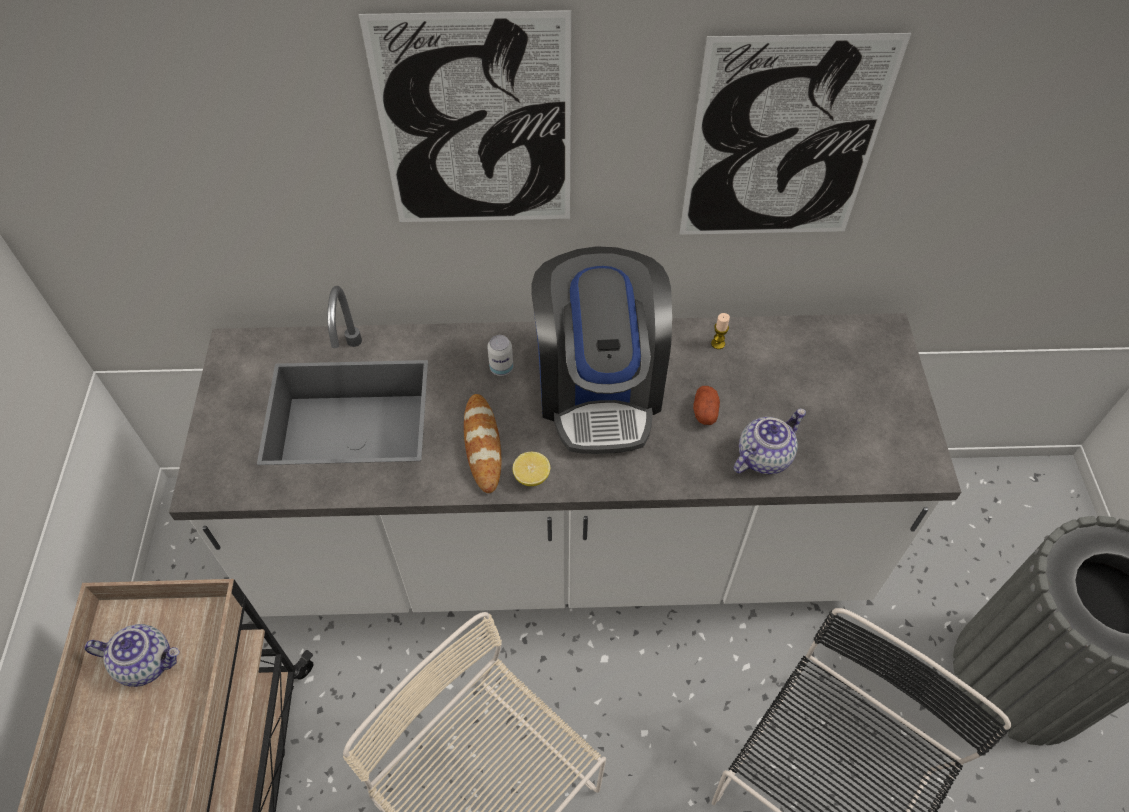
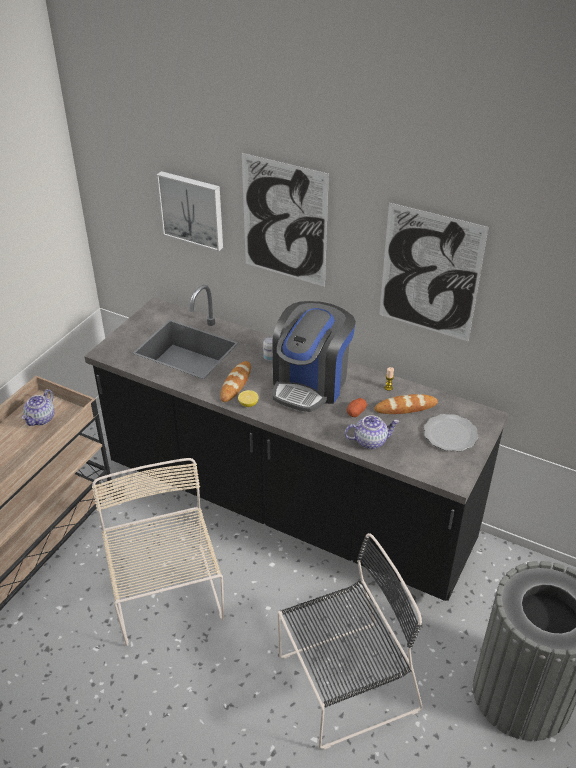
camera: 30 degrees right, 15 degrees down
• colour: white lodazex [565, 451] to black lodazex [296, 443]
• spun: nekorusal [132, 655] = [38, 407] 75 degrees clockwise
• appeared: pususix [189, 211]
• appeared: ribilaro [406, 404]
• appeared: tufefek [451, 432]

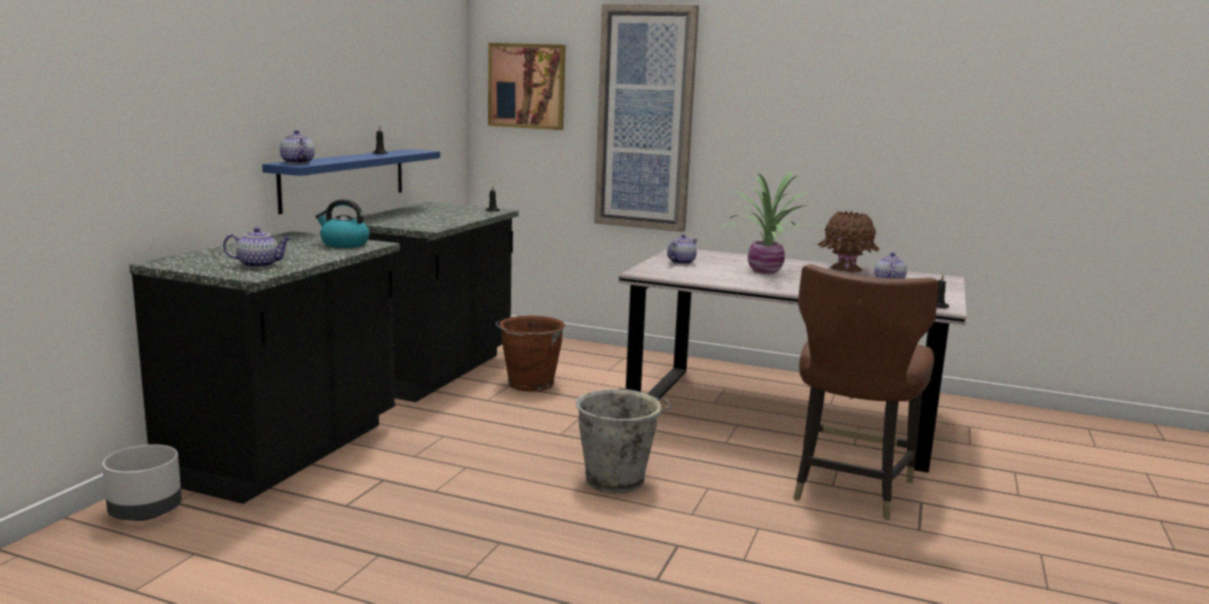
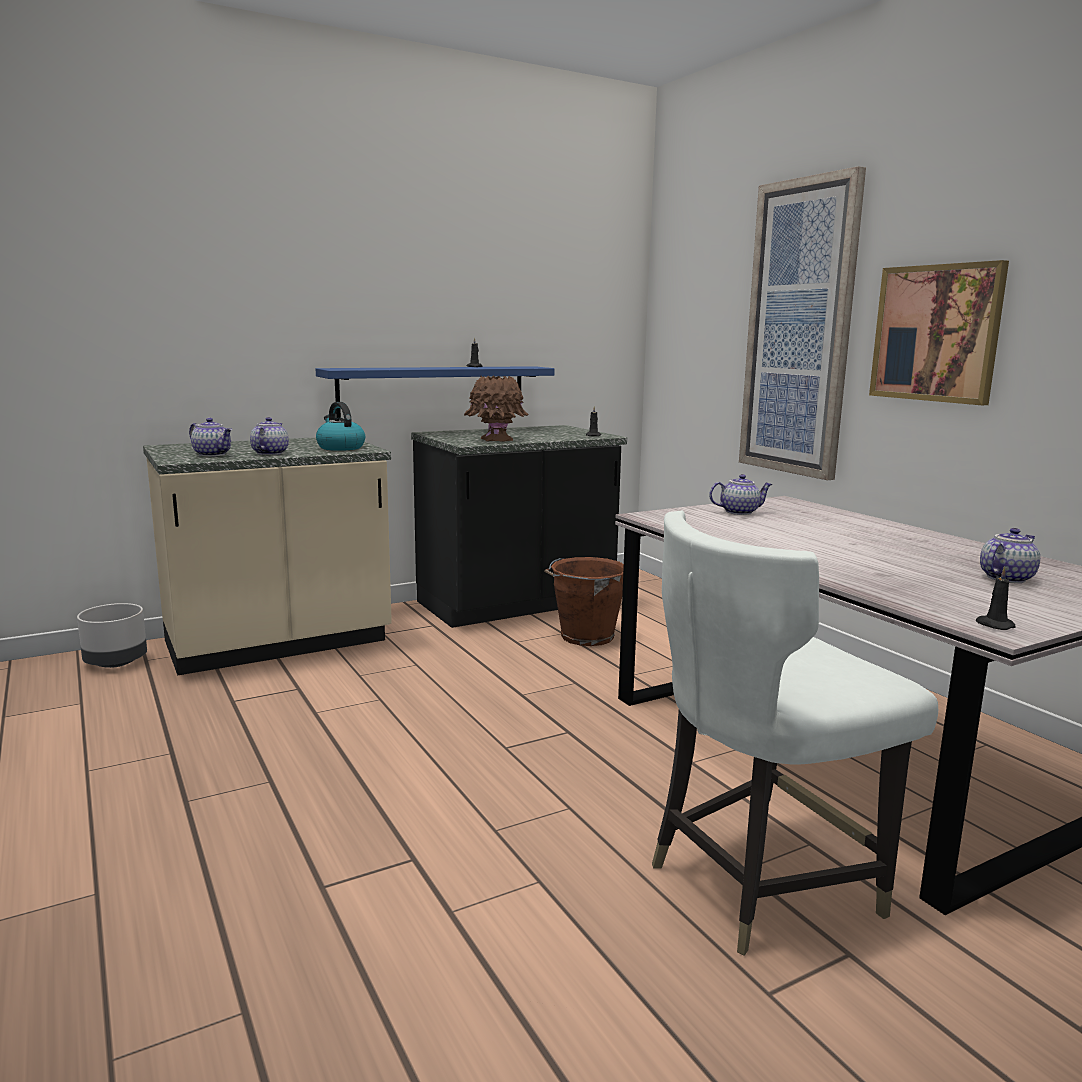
camera: 40 degrees right, 0 degrees up
• relocated: pususix [527, 86] to [939, 332]
• relocated: nekorusal [297, 147] to [269, 436]
• missing: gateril [776, 223]
• relocated: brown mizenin [849, 242] to [496, 408]
• colour: black lodazex [264, 367] to beige lodazex [267, 556]
• colour: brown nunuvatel [865, 392] to white nunuvatel [795, 733]
• missing: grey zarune [624, 440]

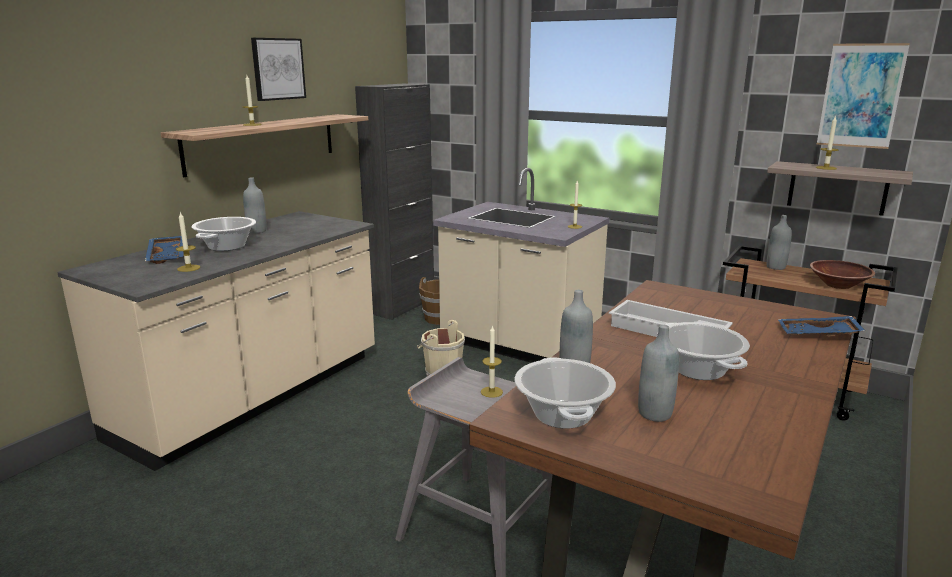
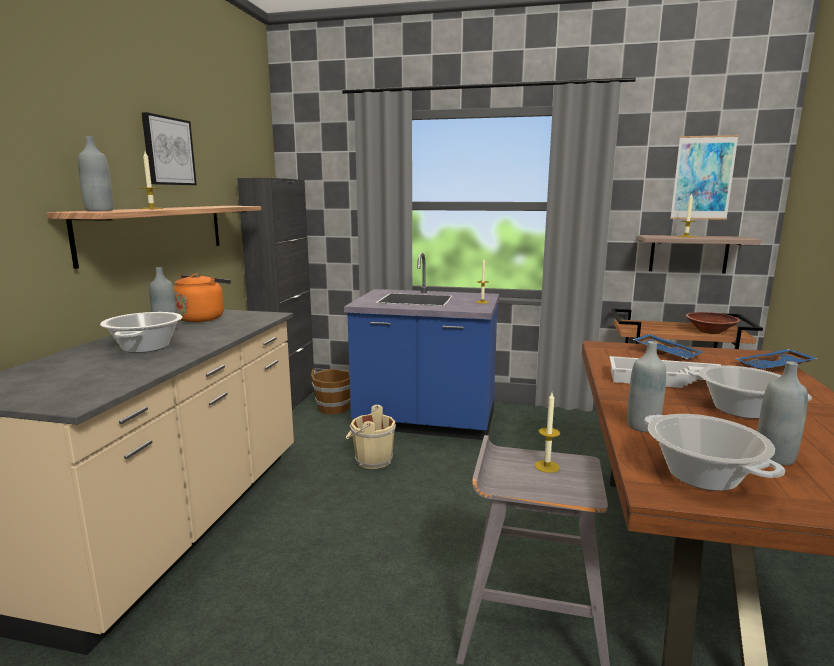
camera: 20 degrees left, 5 degrees down
• colour: beige lodazex [521, 265] to blue lodazex [421, 346]
• missing: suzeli [188, 242]
• relocated: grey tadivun [779, 242] to [95, 173]
• relocated: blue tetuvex [164, 250] to [667, 347]
• appeared: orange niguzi [202, 297]

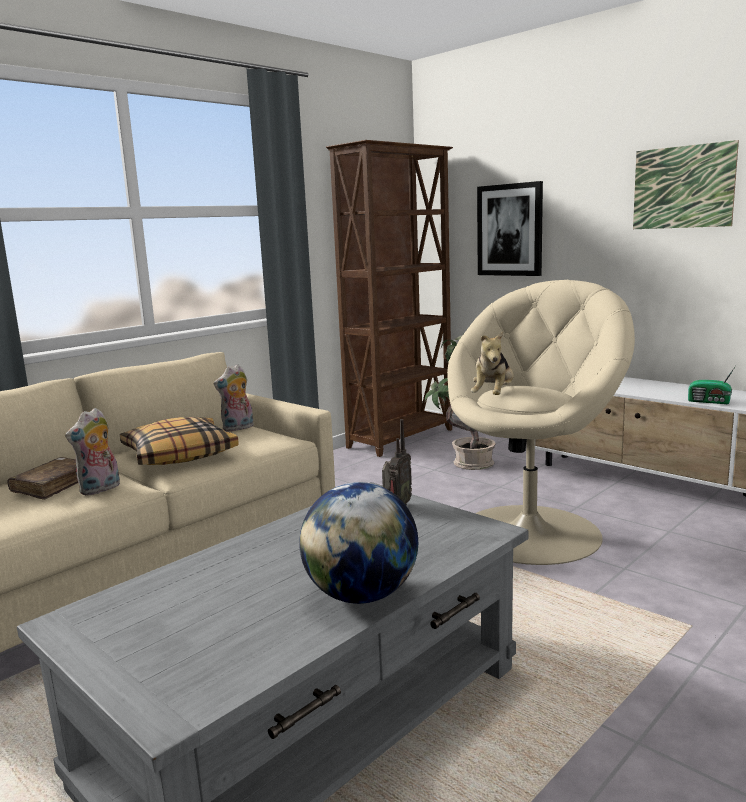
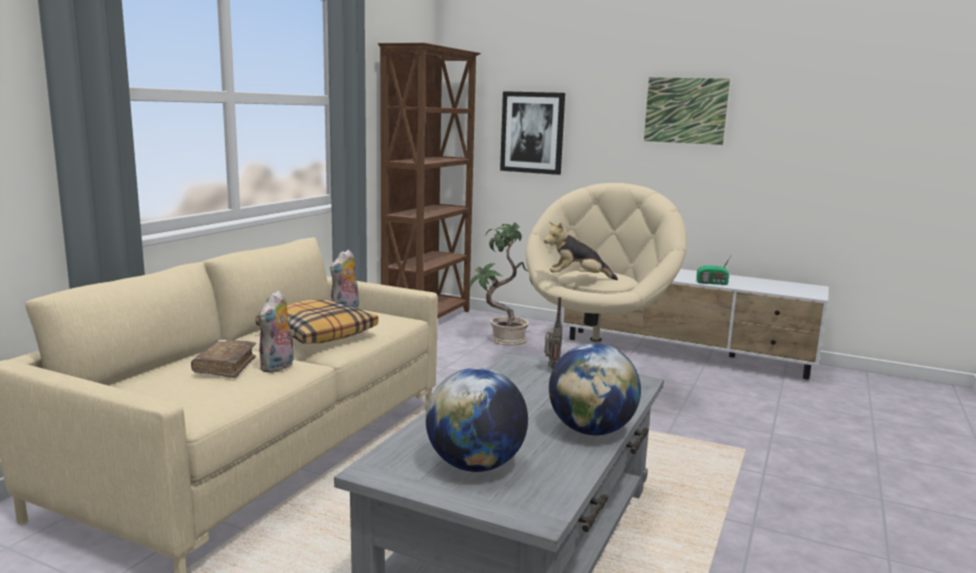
camera: 20 degrees left, 0 degrees up
• spun: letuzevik [492, 363] = [581, 251] 90 degrees clockwise
• appeared: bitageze [477, 420]

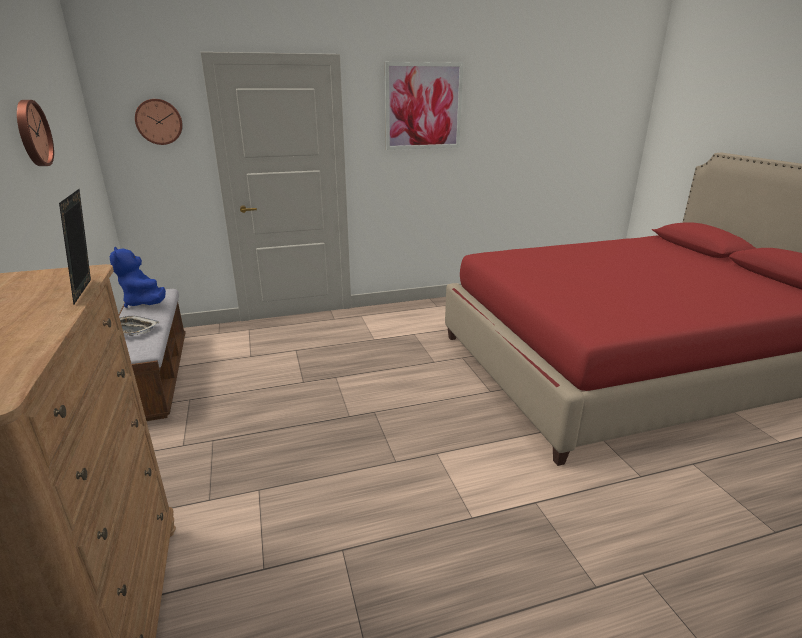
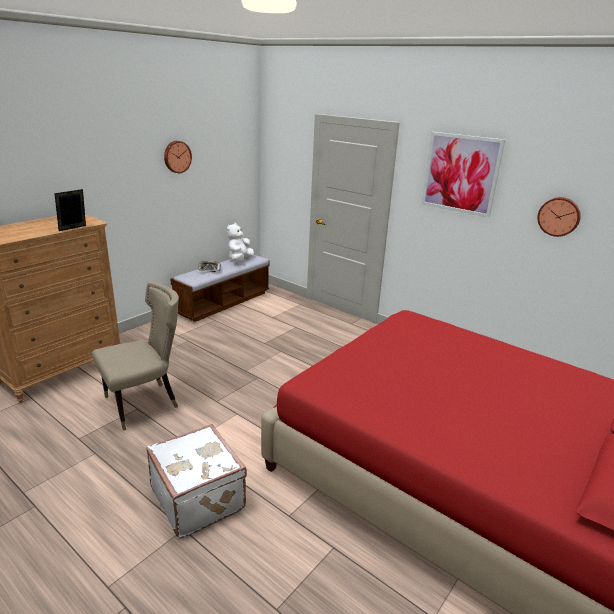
camera: 55 degrees right, 0 degrees up
• relocated: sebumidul [159, 122] to [559, 217]
• colour: blue letuzevik [138, 277] to white letuzevik [240, 242]
• appeared: beige nunuvatel [135, 356]
• appeared: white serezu [196, 481]

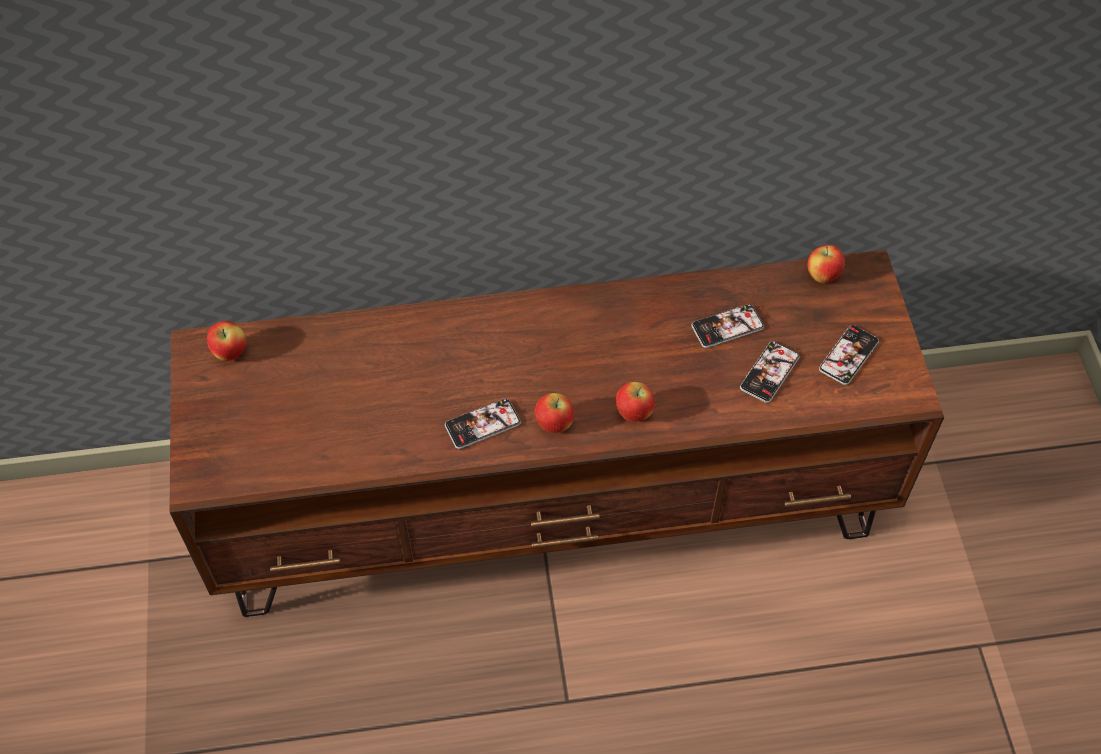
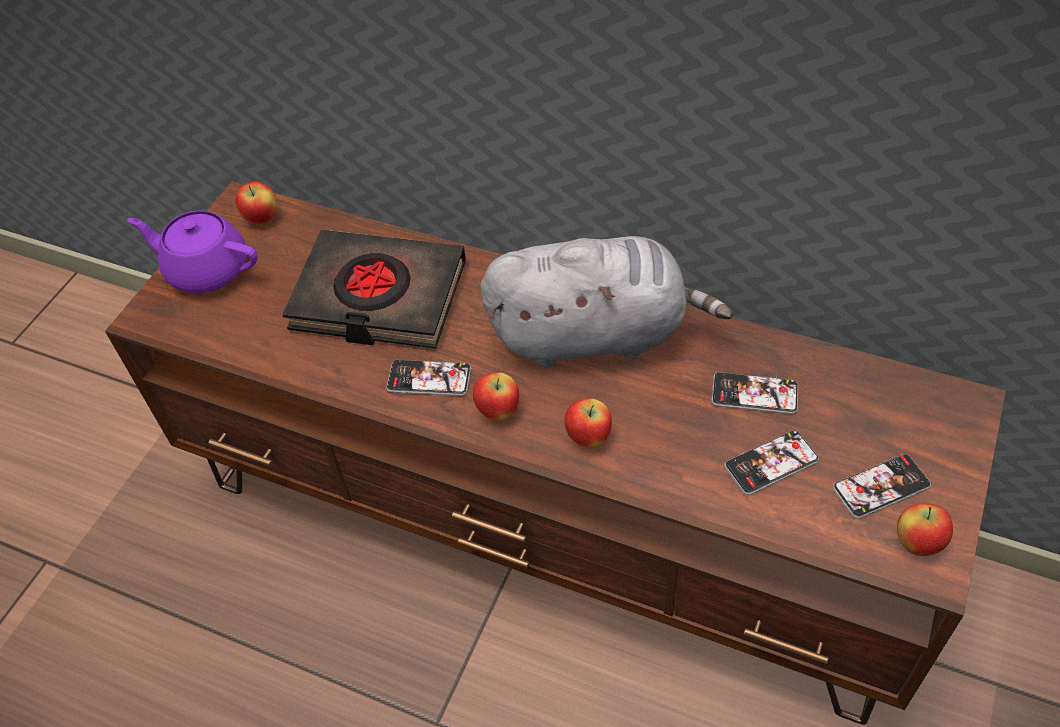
camera: 35 degrees right, 5 degrees down
• relocated: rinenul [826, 264] to [925, 529]
• appeared: purple nekorusal [192, 251]
• appeared: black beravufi [374, 289]
• appeared: grey letuzevik [607, 302]

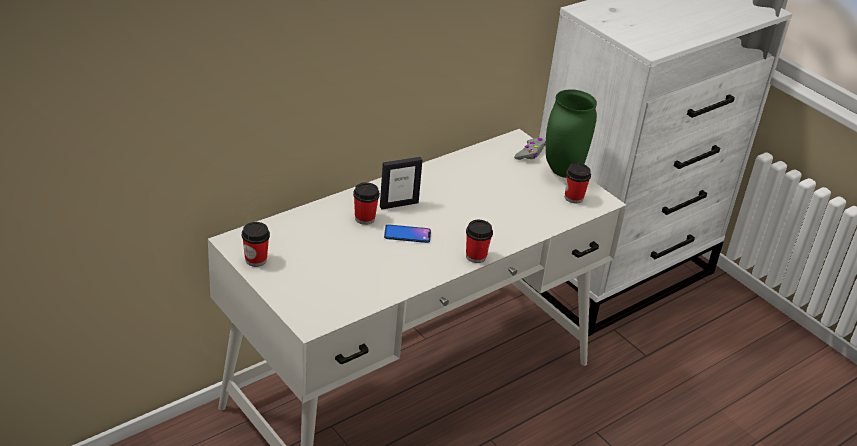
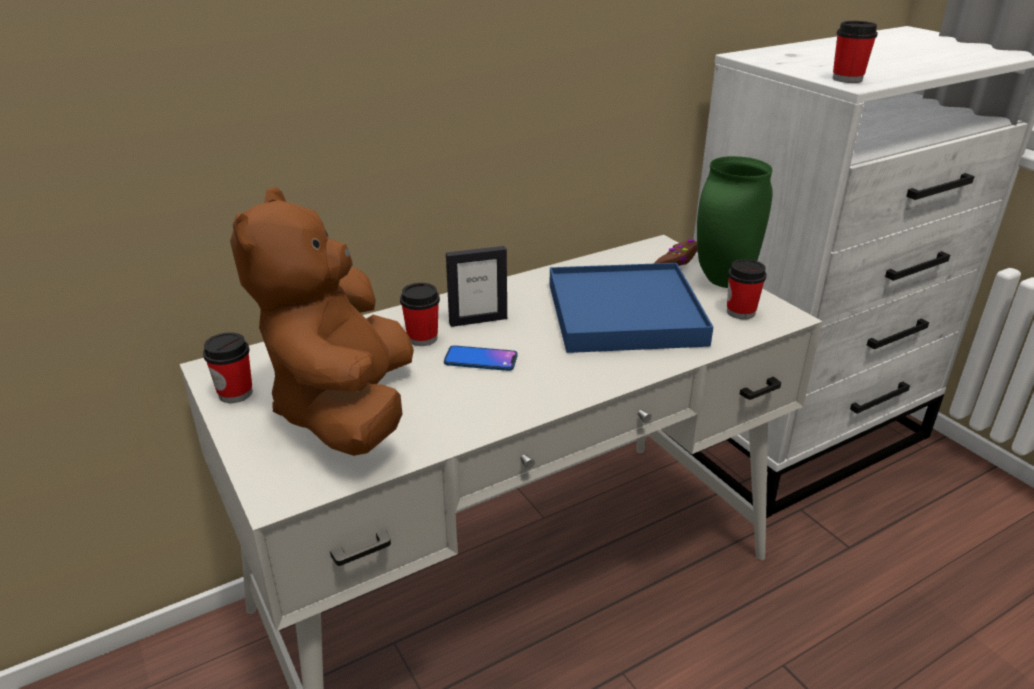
camera: 10 degrees right, 5 degrees down
• colour: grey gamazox [530, 149] to brown gamazox [676, 252]
• relocated: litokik [479, 241] to [855, 52]
• appeared: brown letuzevik [322, 321]
• appeared: blue tetuvex [631, 308]

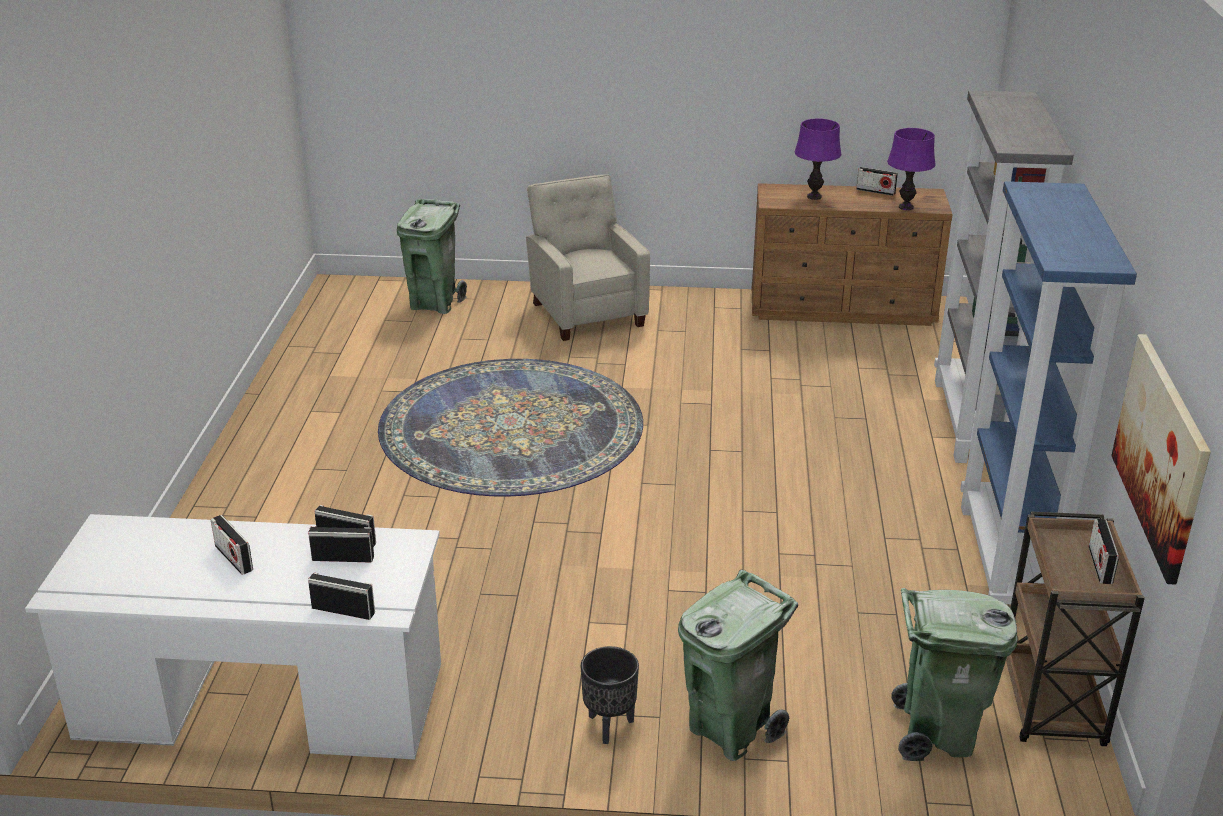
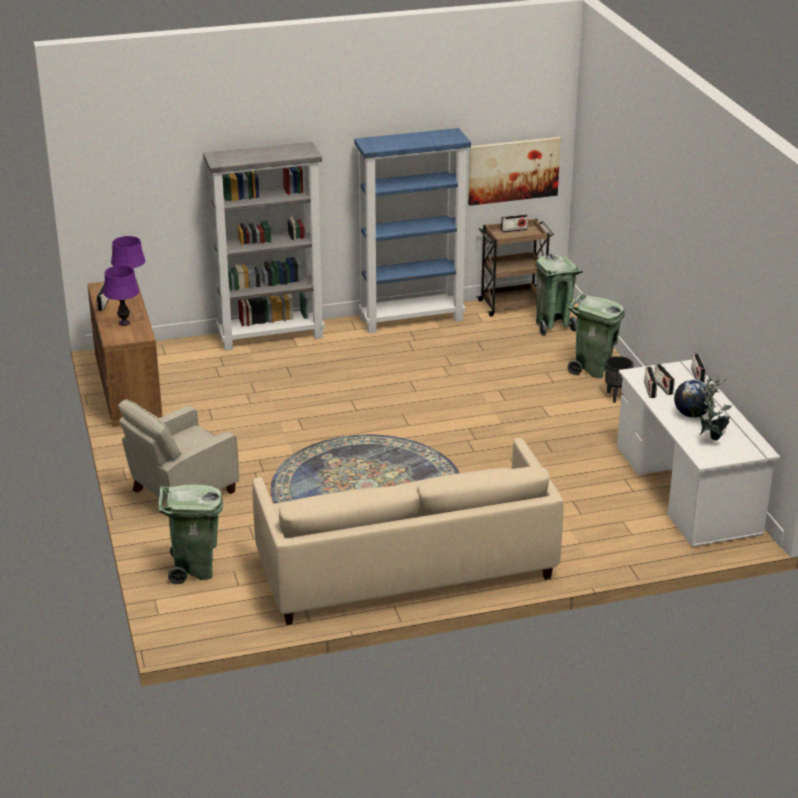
camera: 110 degrees left, 0 degrees up
• exchanged: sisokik [232, 545] to bitageze [693, 399]
• appeared: gateril [715, 407]
• appeared: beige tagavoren [408, 531]

